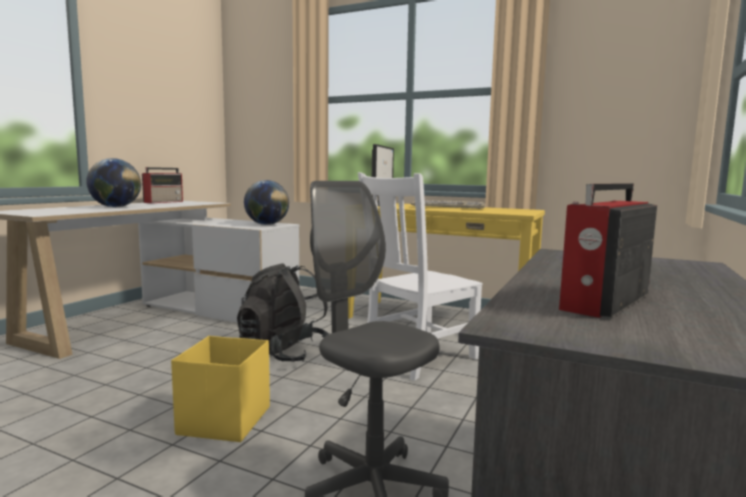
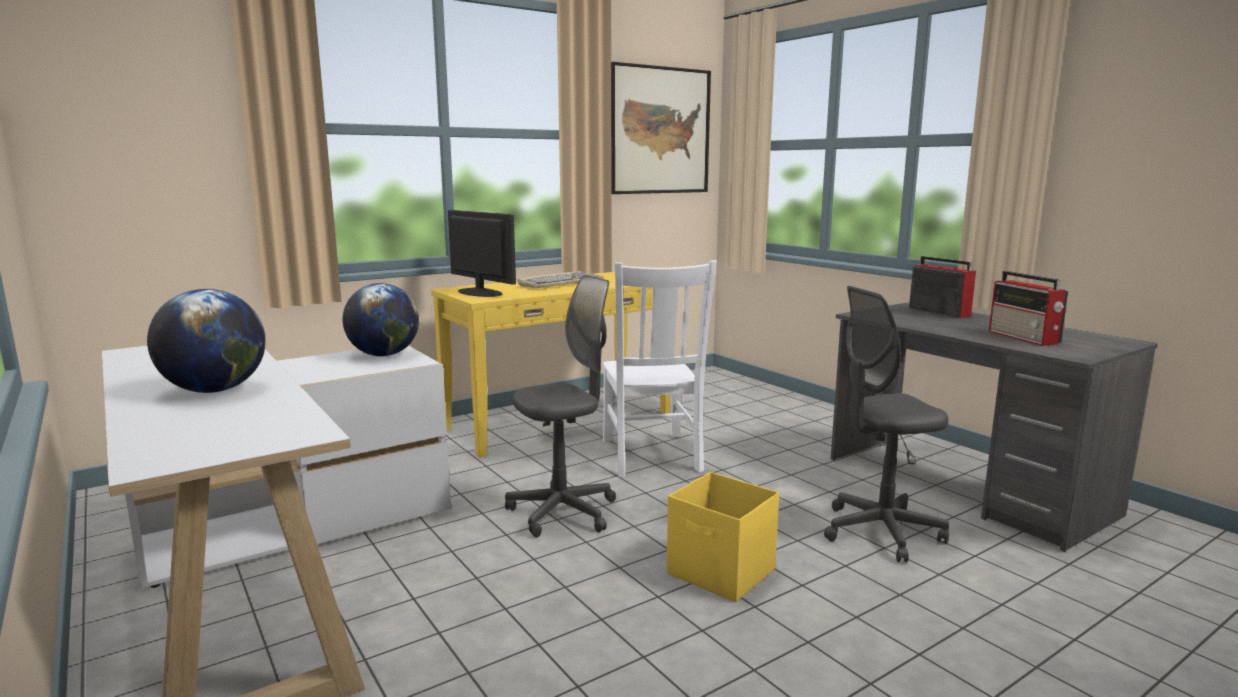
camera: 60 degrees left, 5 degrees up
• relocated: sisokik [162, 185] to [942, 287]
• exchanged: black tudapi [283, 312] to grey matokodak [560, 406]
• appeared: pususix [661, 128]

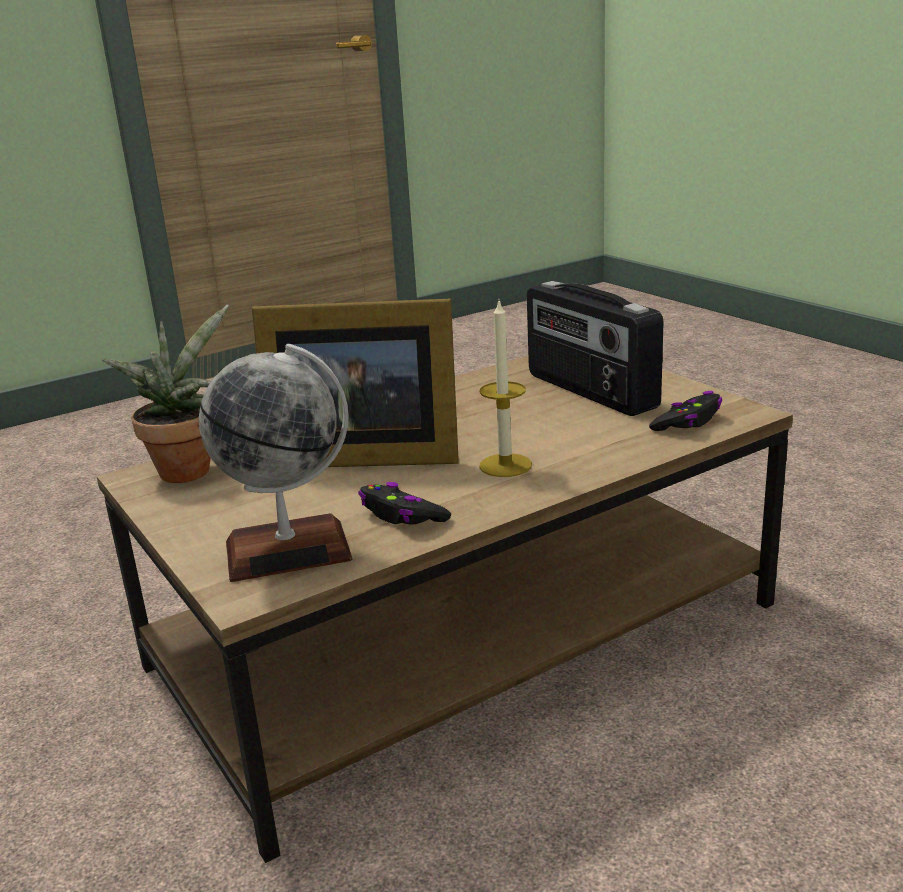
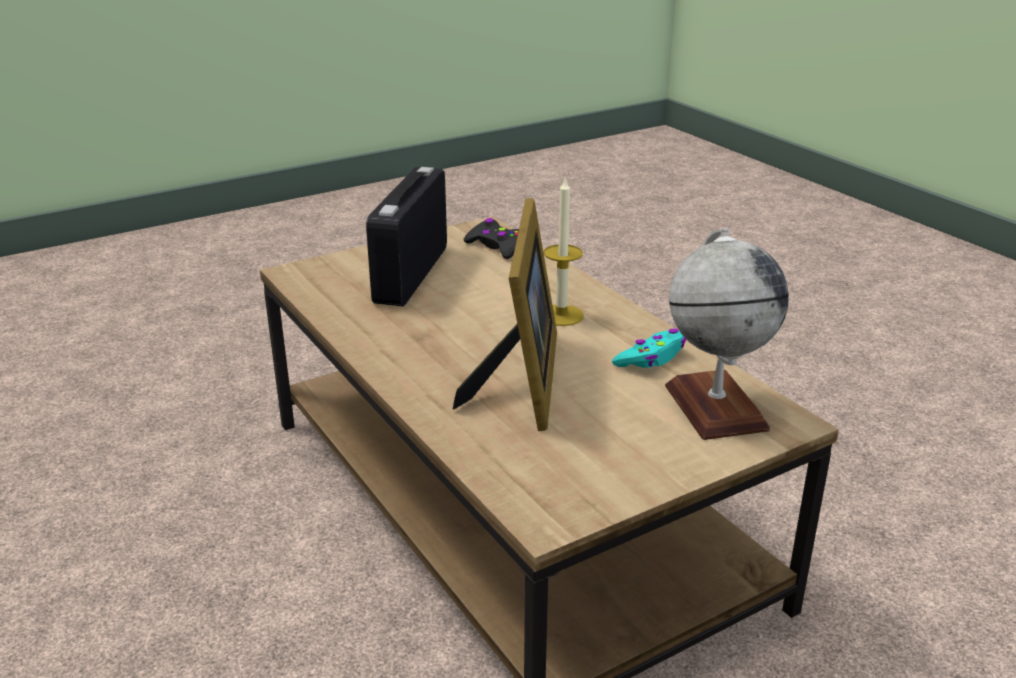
camera: 90 degrees left, 5 degrees up
• spun: sisokik [595, 348] = [406, 236] 135 degrees clockwise
• missing: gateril [165, 394]
• colour: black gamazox [404, 503] to turquoise gamazox [649, 348]

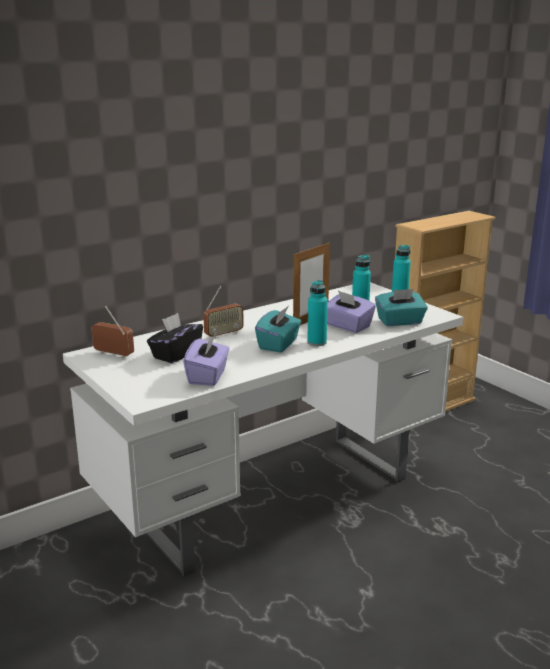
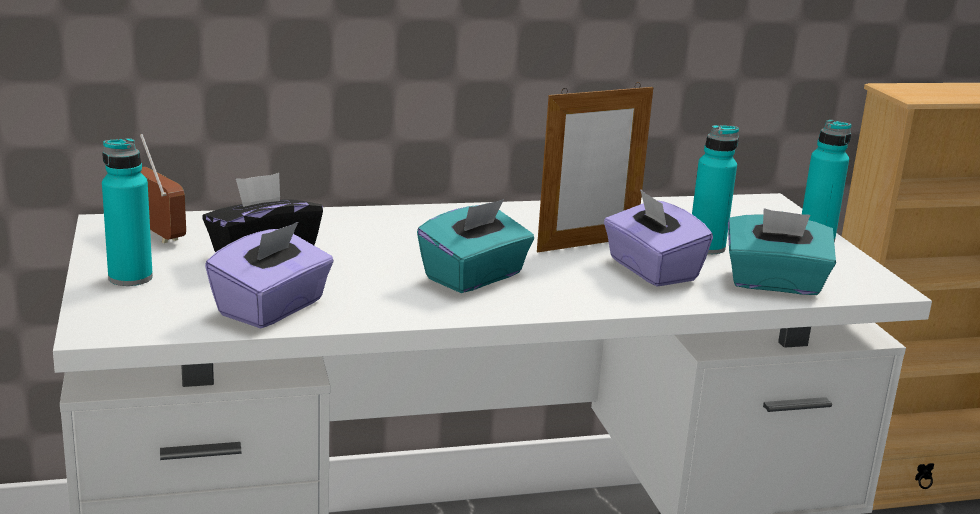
camera: 20 degrees right, 0 degrees up
• relocated: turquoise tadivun [317, 313] to [127, 212]
• missing: sisokik [223, 312]

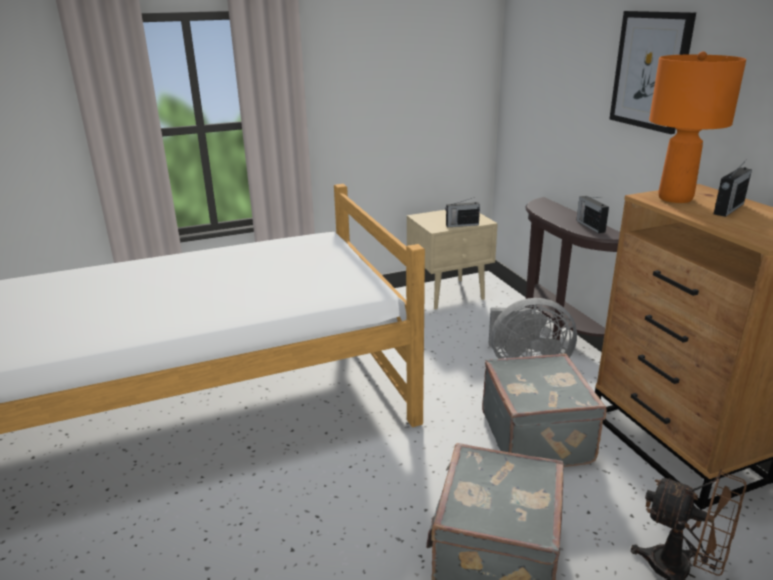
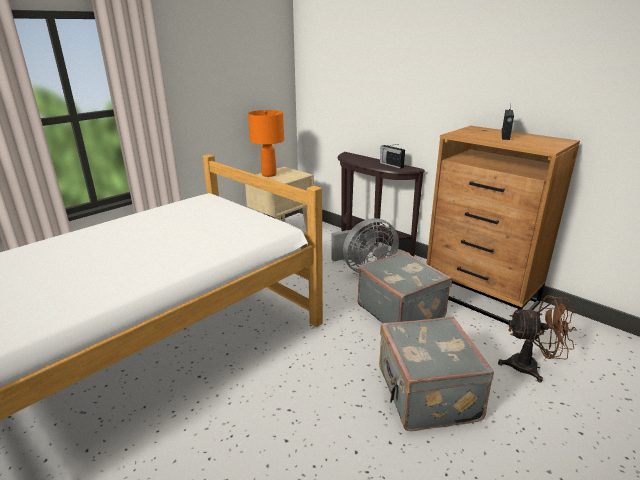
camera: 25 degrees left, 0 degrees up
• missing: pususix [652, 72]
• relocated: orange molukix [697, 127] to [266, 143]
• missing: sisokik [462, 212]

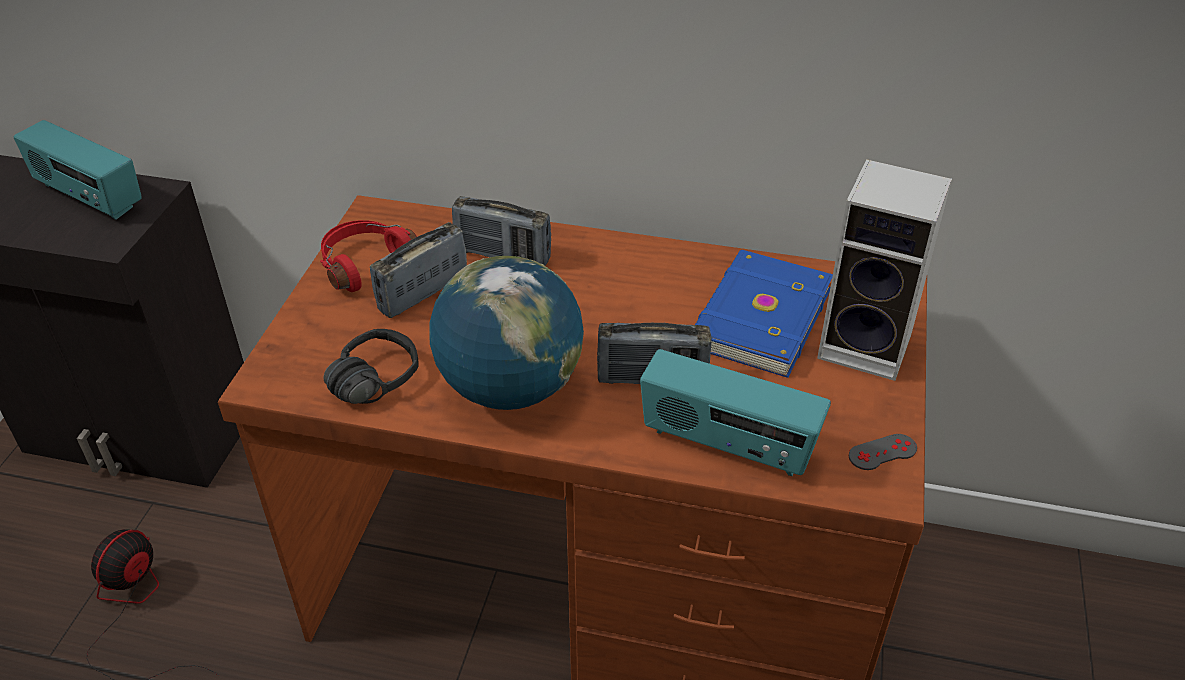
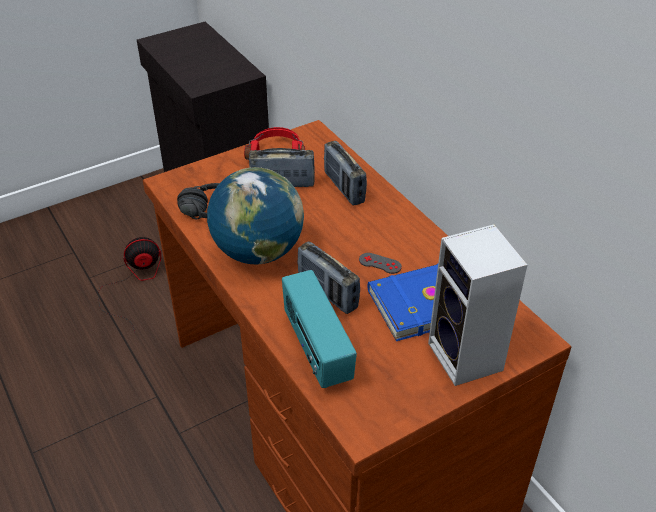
camera: 45 degrees right, 0 degrees up
• missing: sisokik [78, 170]
• relocated: grey gamazox [883, 452] to [380, 263]

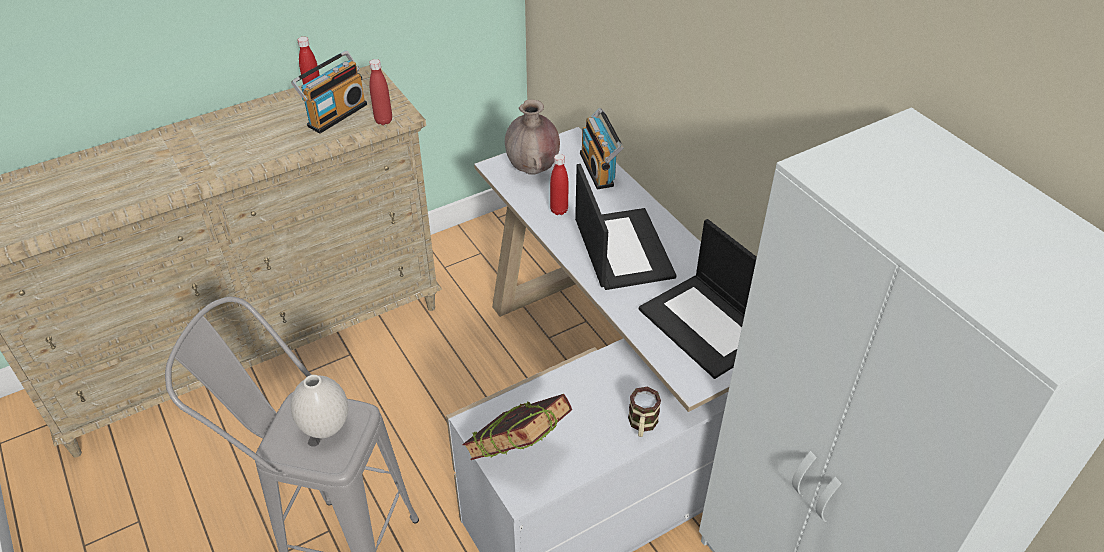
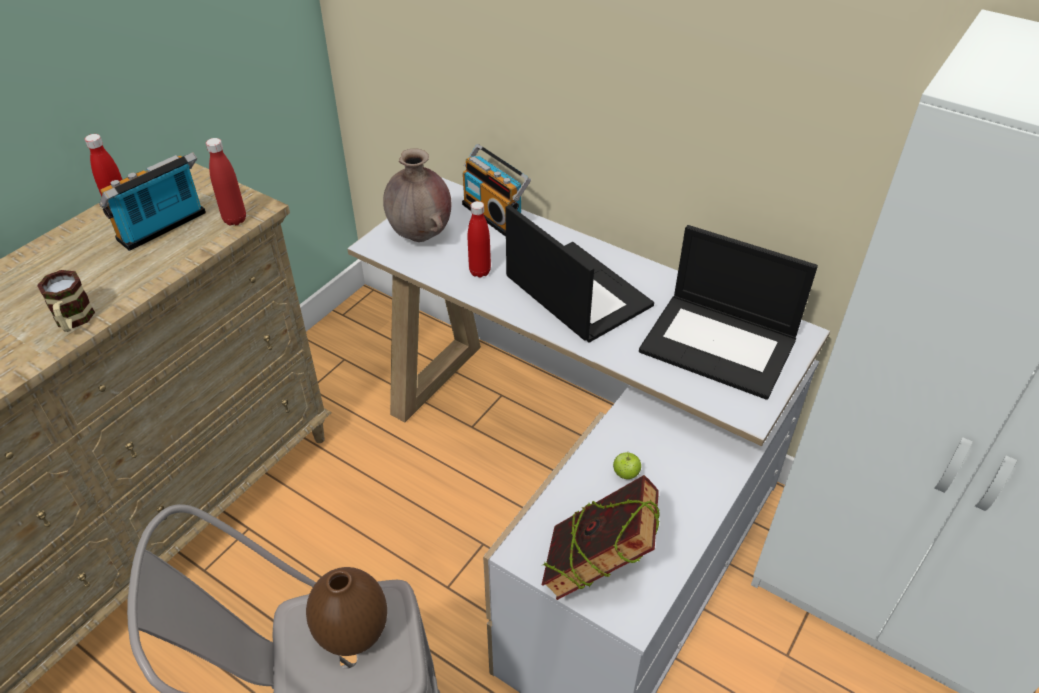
camera: 25 degrees left, 0 degrees up
• spun: sisokik [329, 92] = [152, 201] 150 degrees counterclockwise
• colour: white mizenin [319, 406] to brown mizenin [346, 611]
• relocated: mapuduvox [644, 412] to [66, 301]
• appeared: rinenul [627, 465]

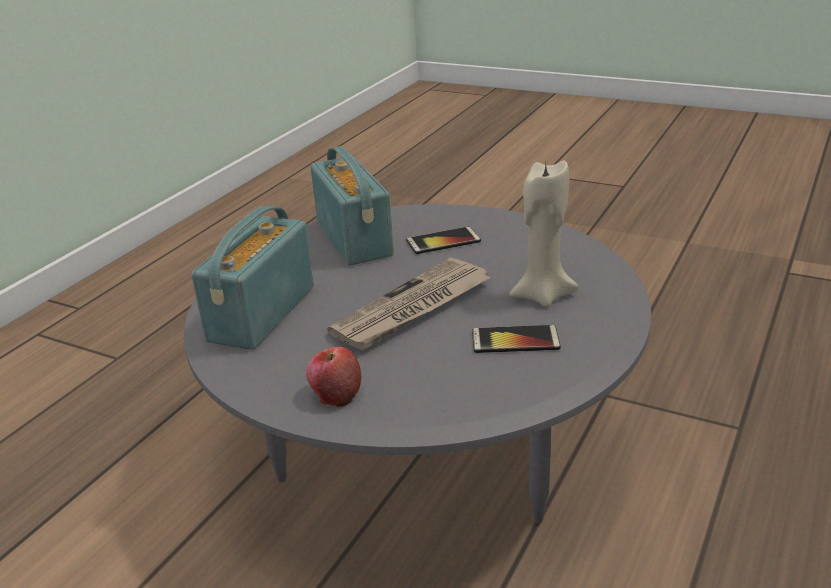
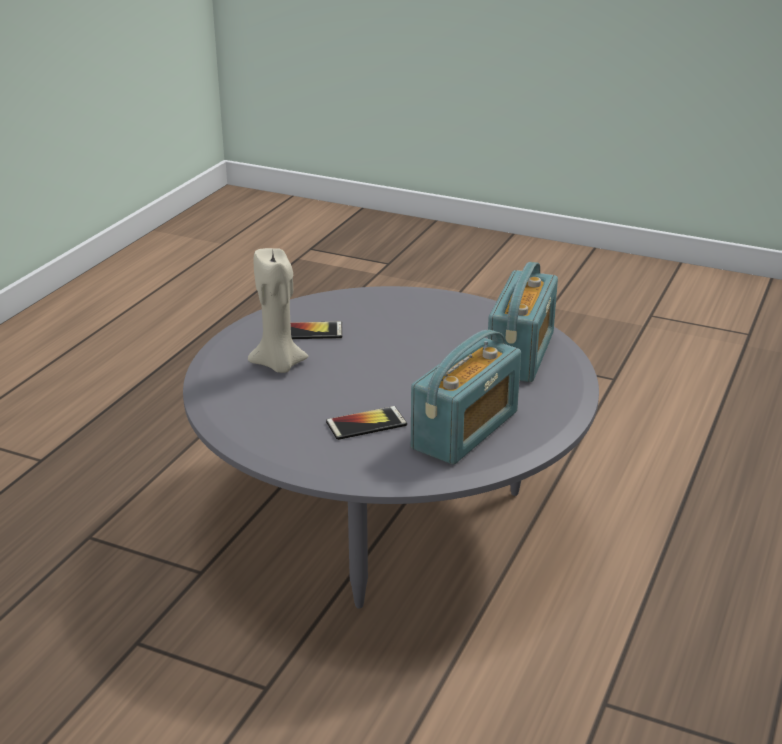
camera: 175 degrees right, 0 degrees up
• spun: sisokik [352, 206] = [466, 397] 120 degrees counterclockwise
• missing: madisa [409, 304]
• missing: rinenul [333, 377]

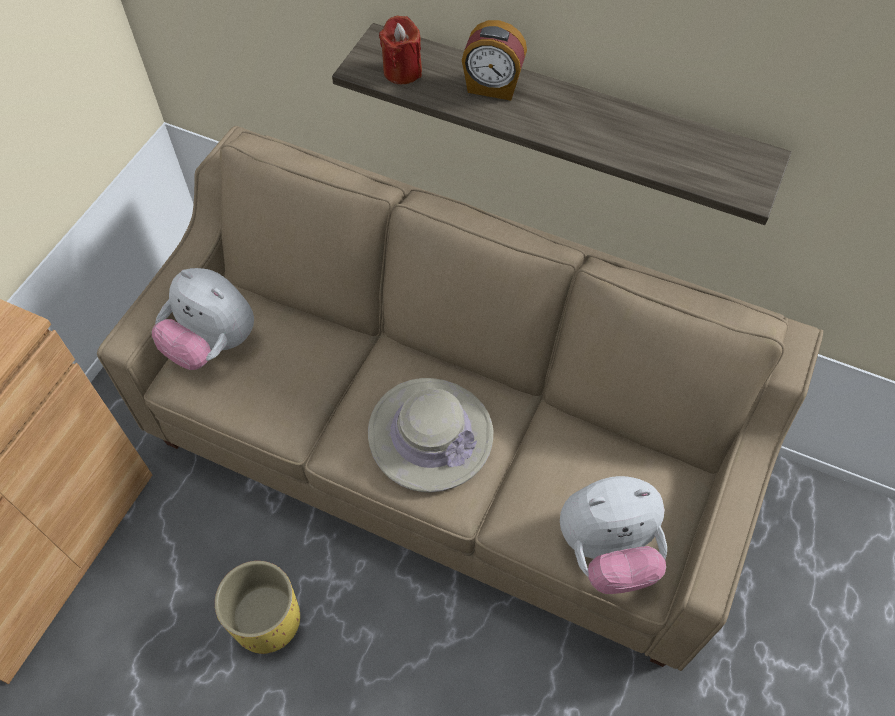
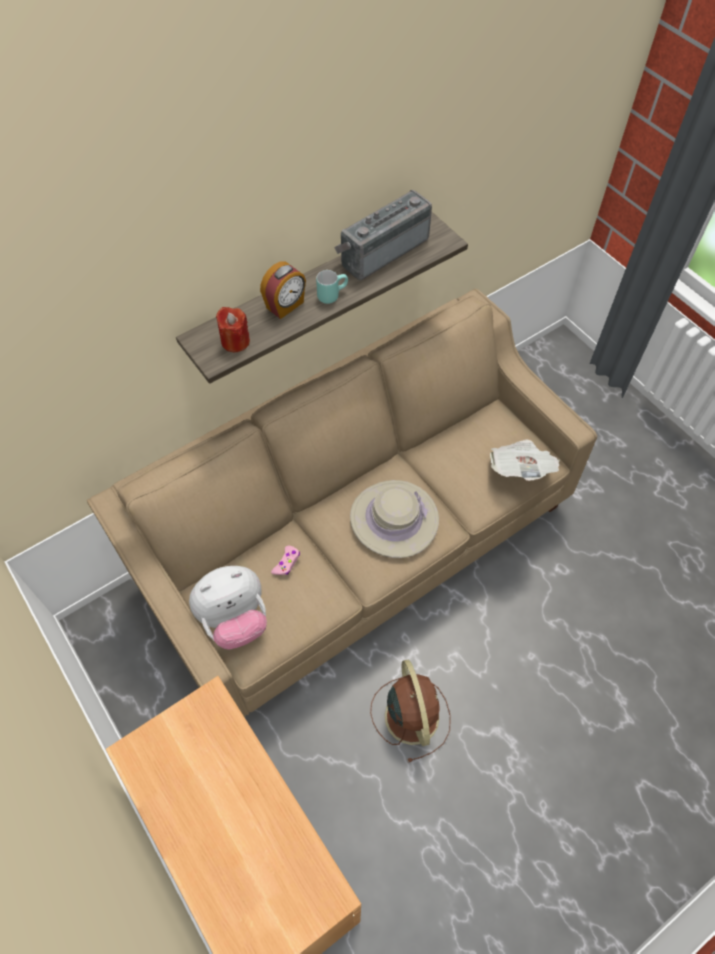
camera: 60 degrees left, 0 degrees up
• exchanged: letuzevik [613, 535] to madisa [524, 460]
• exchanged: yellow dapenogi [257, 607] to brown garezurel [410, 711]
• appeared: sisokik [383, 235]
• appeared: turquoise mapuduvox [332, 287]
• appeared: pink gamazox [285, 560]

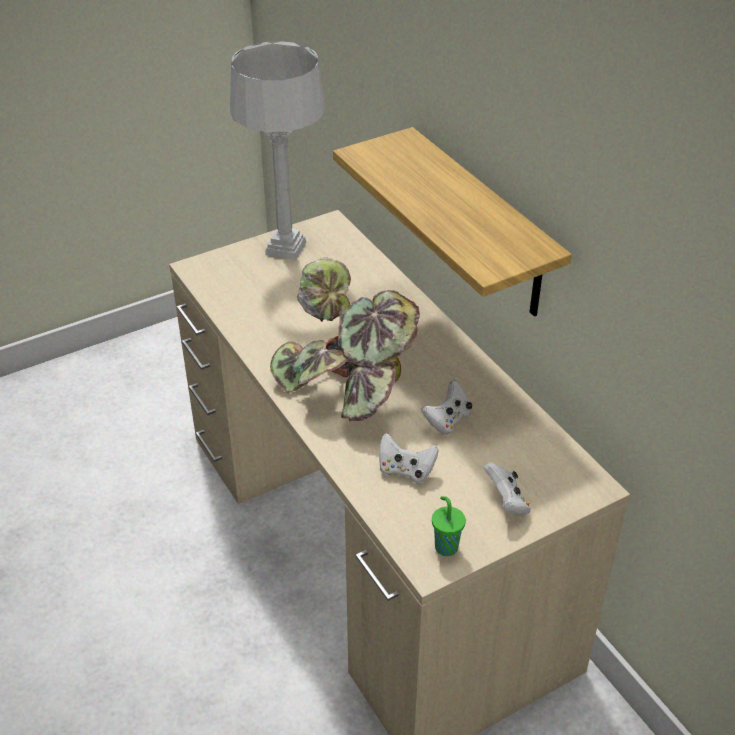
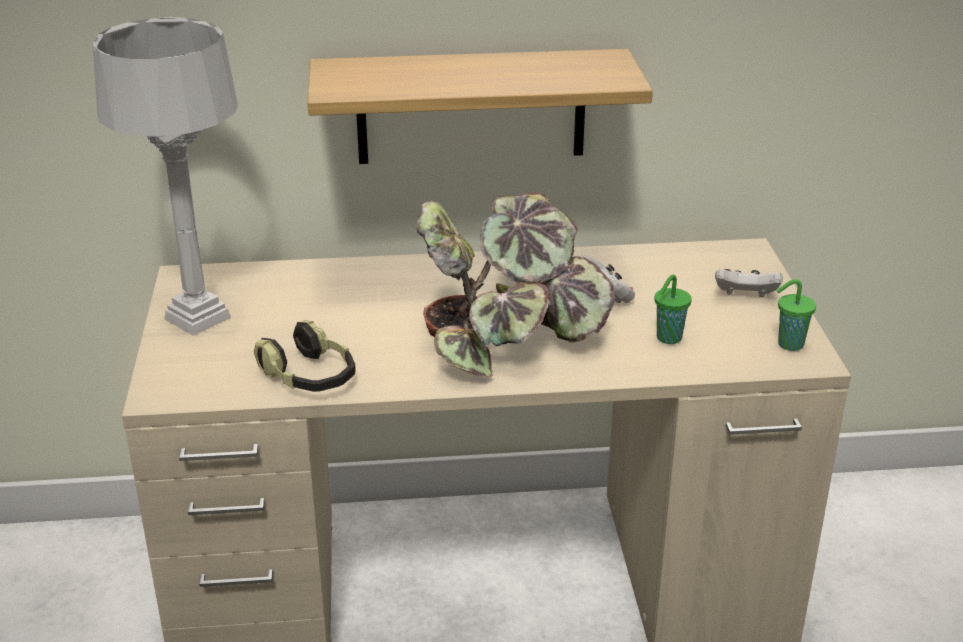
camera: 65 degrees left, 10 degrees down
• exchanged: white gamazox [408, 458] to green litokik [673, 309]
• appeared: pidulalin [305, 356]

